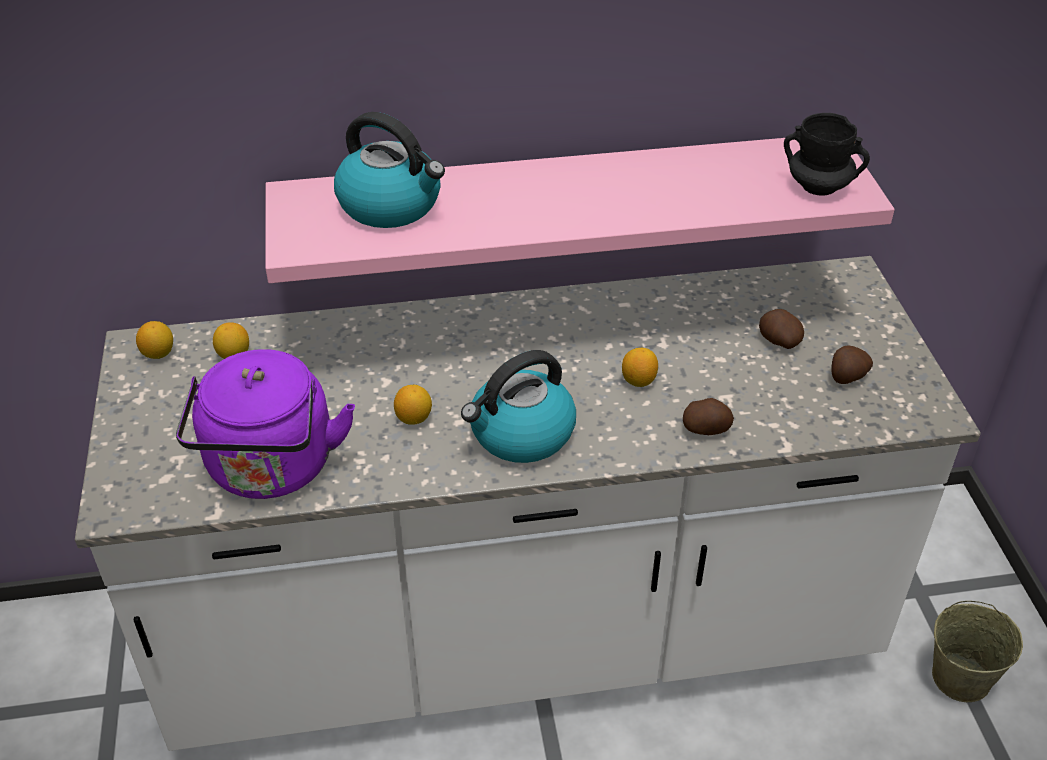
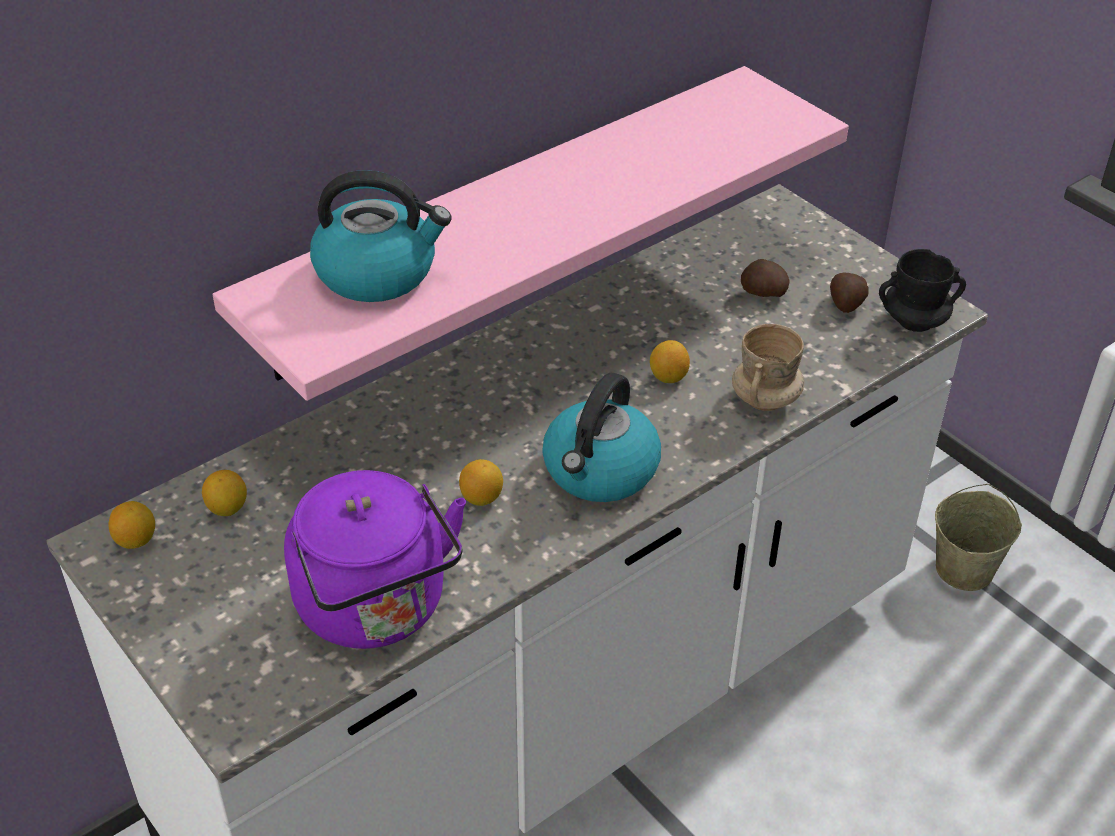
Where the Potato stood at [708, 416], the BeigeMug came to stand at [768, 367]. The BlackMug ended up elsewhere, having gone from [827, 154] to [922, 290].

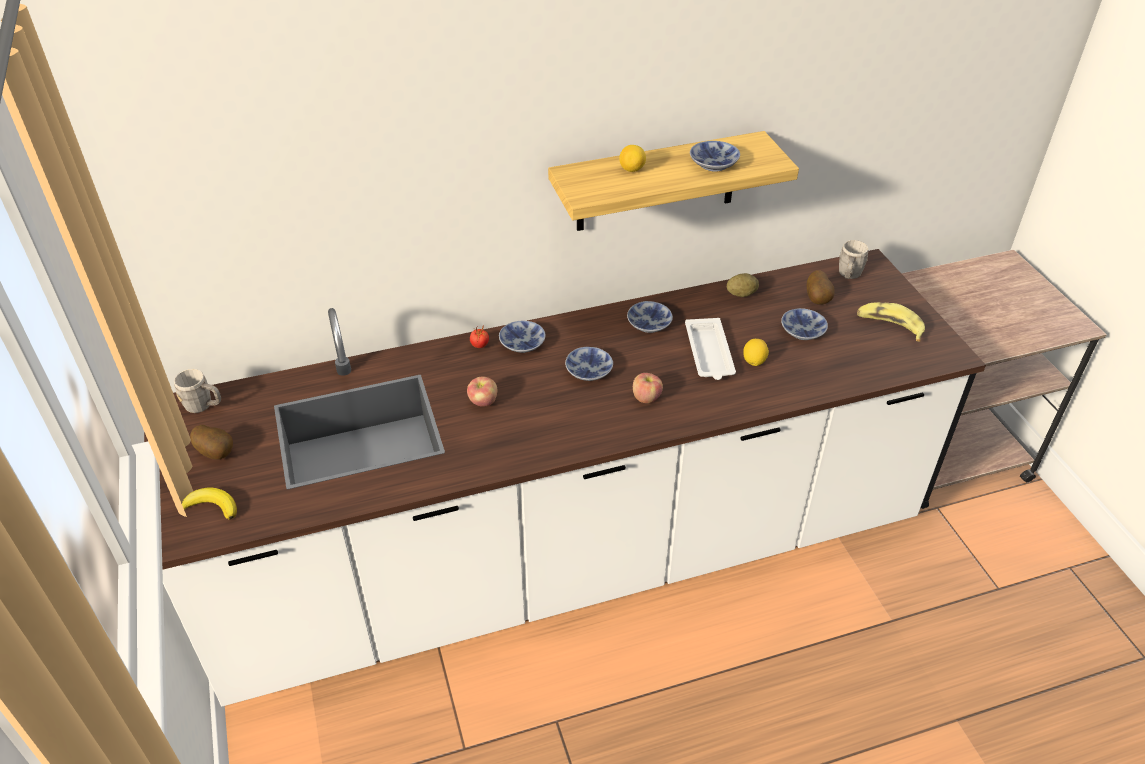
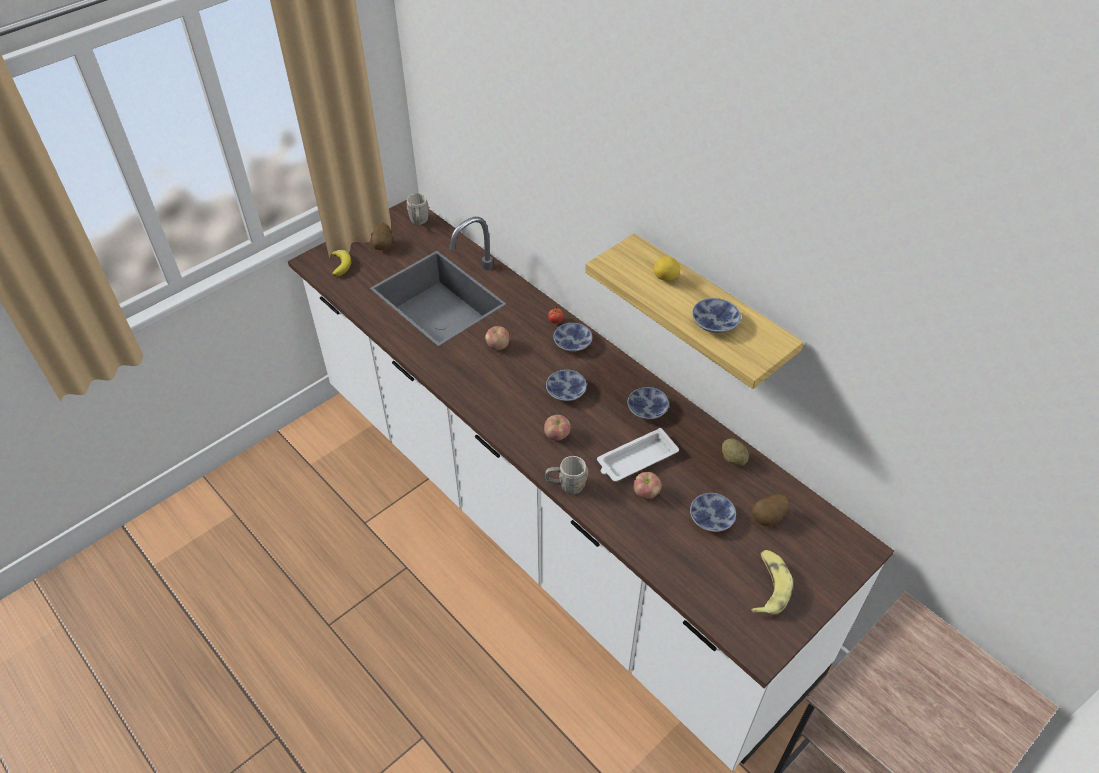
The GreyMug ended up elsewhere, having gone from [853, 259] to [566, 475]. Where the Lemon stood at [756, 352], the Apple came to stand at [647, 485].

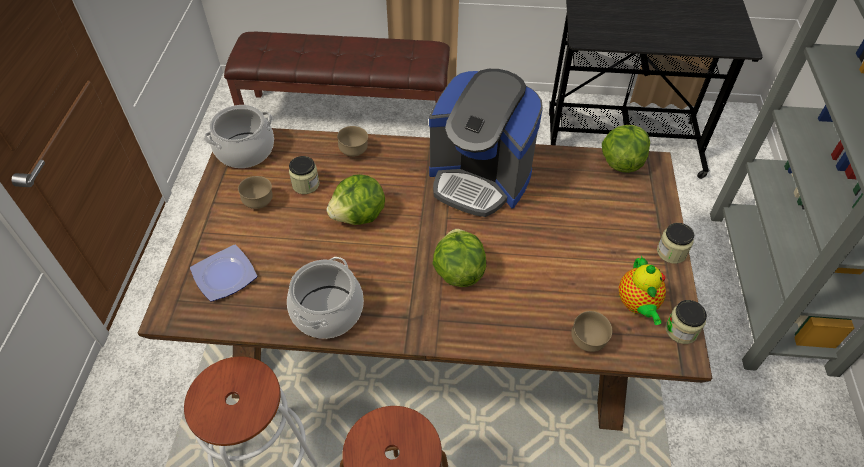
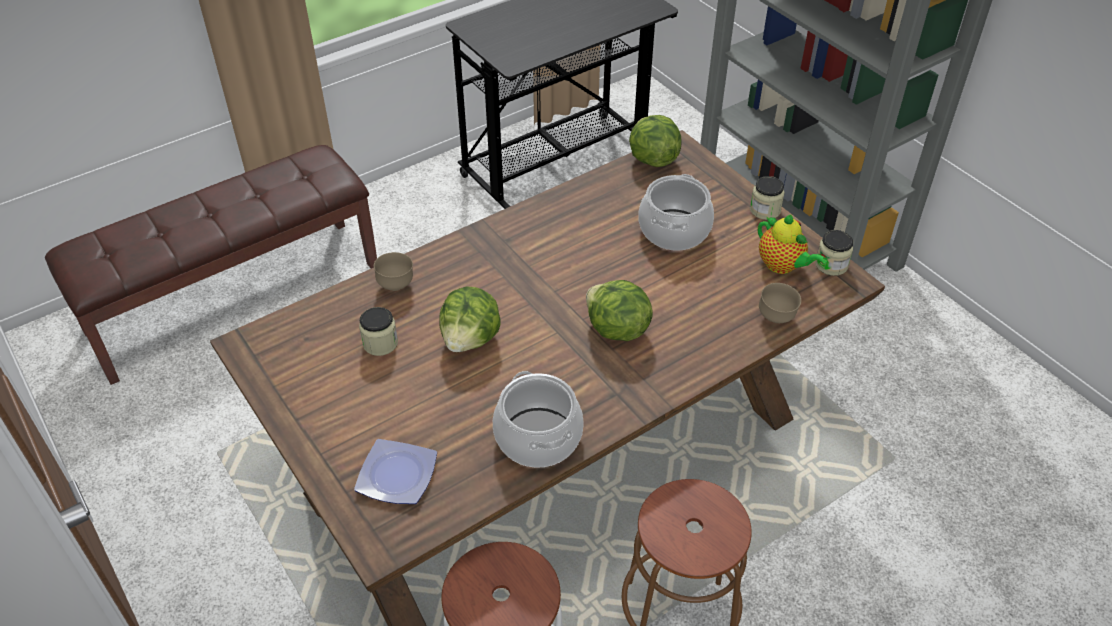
The CookingPot ended up elsewhere, having gone from [239, 136] to [676, 212]. The second view lost the BrownBowl at [255, 192]. The second view lost the CoffeeMachine at [486, 143].

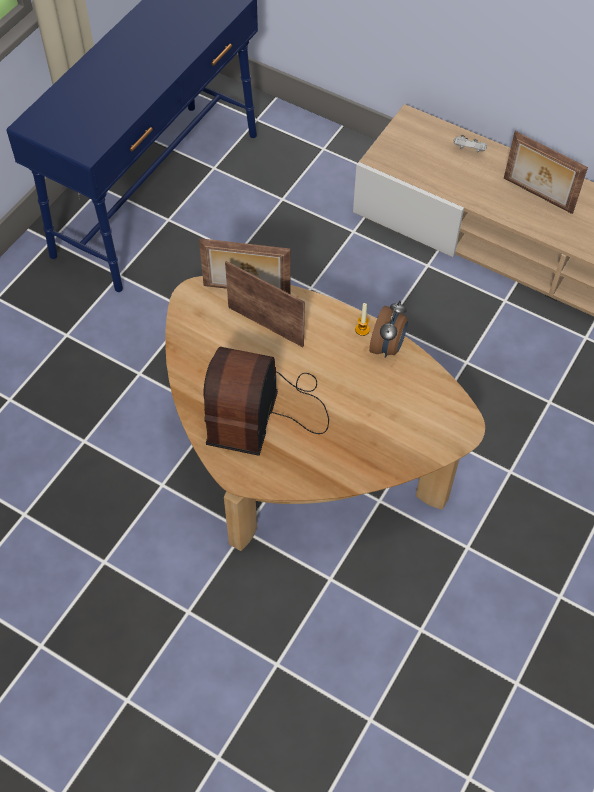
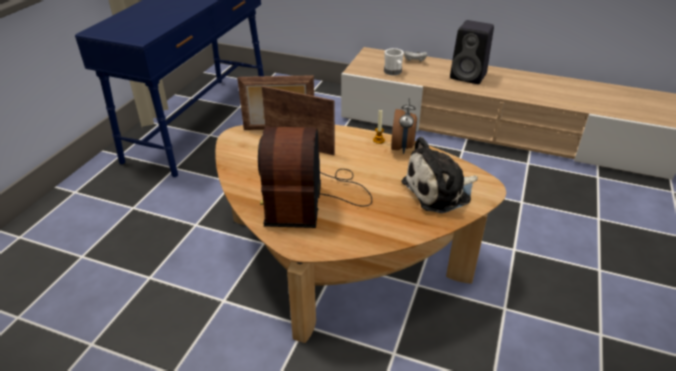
The second view gained the WhiteMug at [394, 62]. The second view gained the PlushToy at [439, 175]. Where the PictureFrame stood at [546, 172], the BlackSpeaker came to stand at [472, 52].

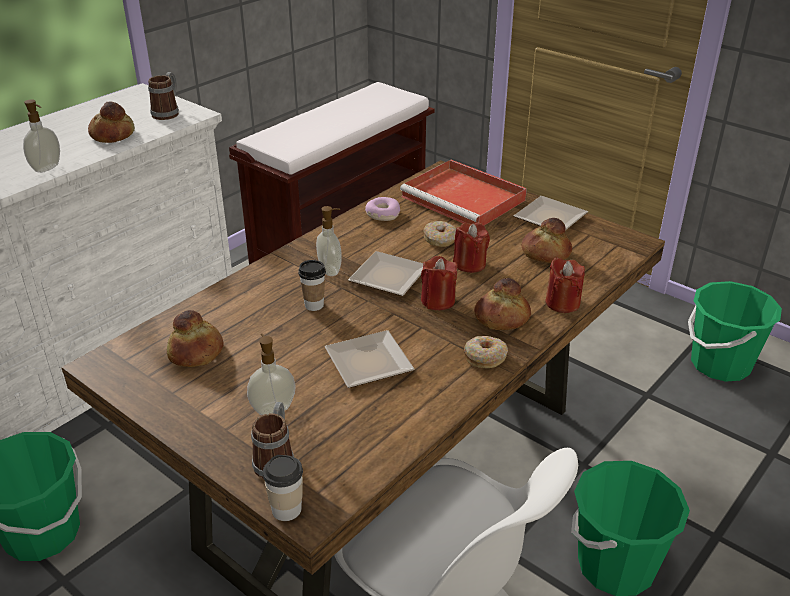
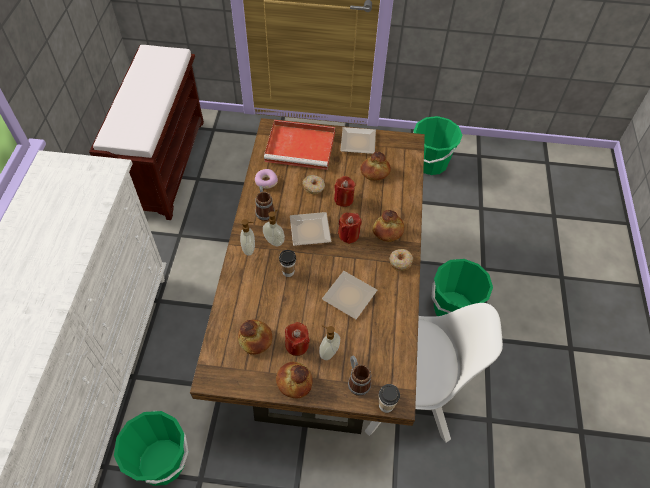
The SoapDispenser ended up elsewhere, having gone from [41, 136] to [247, 237]. The Mug ended up elsewhere, having gone from [163, 96] to [265, 203]. The Bread ended up elsewhere, having gone from [111, 122] to [294, 380]. The RedCandle ended up elsewhere, having gone from [565, 285] to [297, 339].

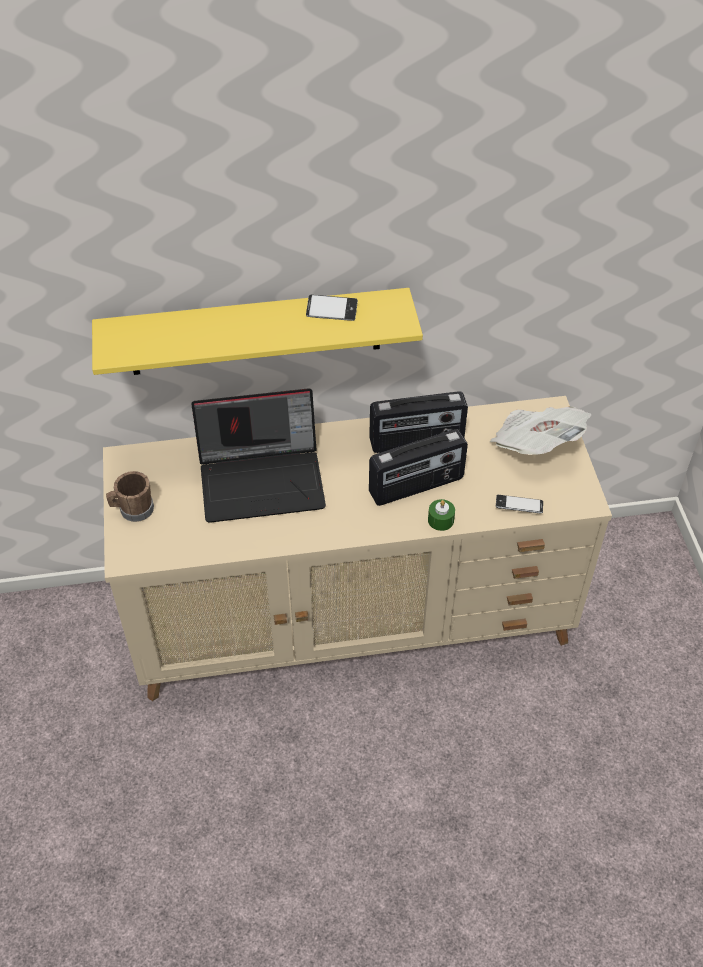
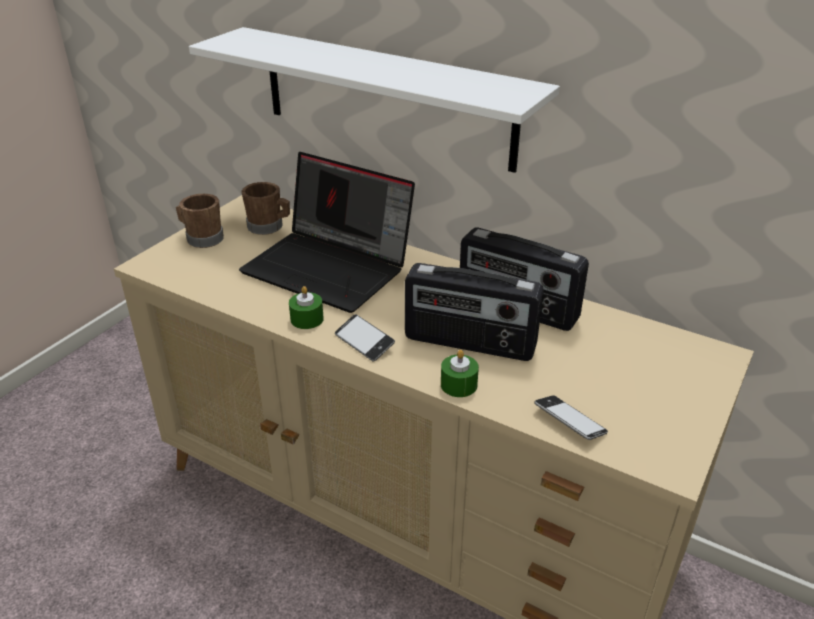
What was the YellowShelf at [257, 331] turned into the WhiteShelf at [374, 100]. The second view gained the BrownMug at [265, 208]. The second view gained the GreenCandle at [306, 307]. The Phone ended up elsewhere, having gone from [332, 308] to [365, 337]. The second view lost the Newspaper at [540, 431].

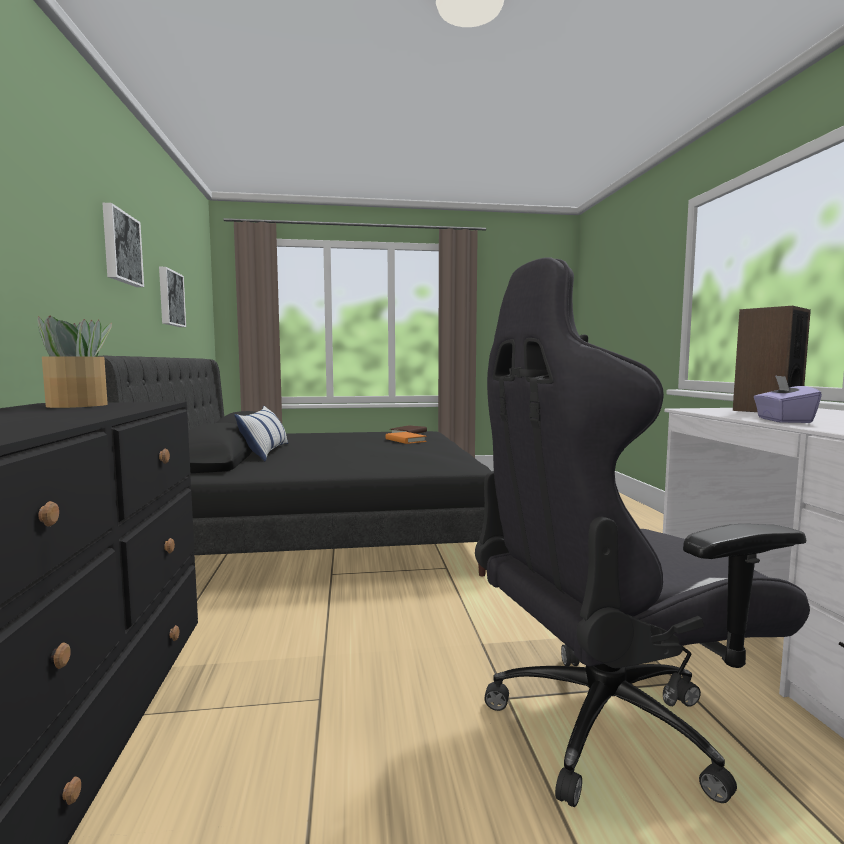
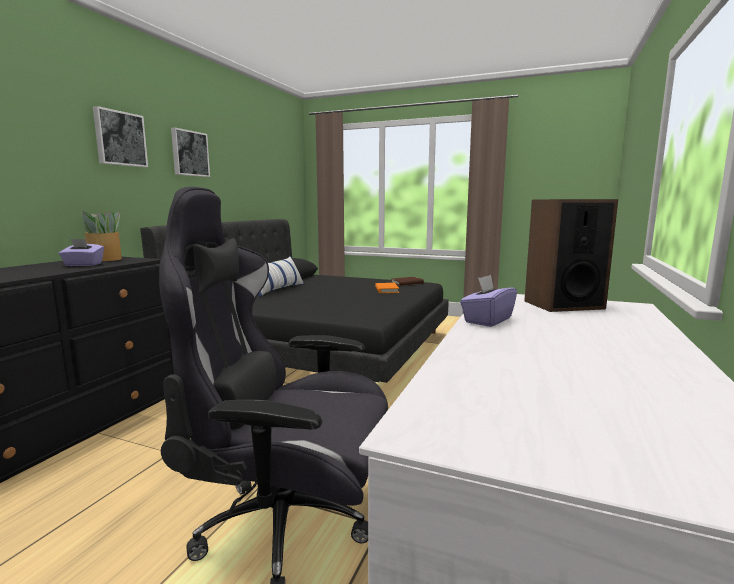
The second view gained the PurpleTissueBox at [81, 252]. The Picture ended up elsewhere, having gone from [172, 297] to [120, 136].

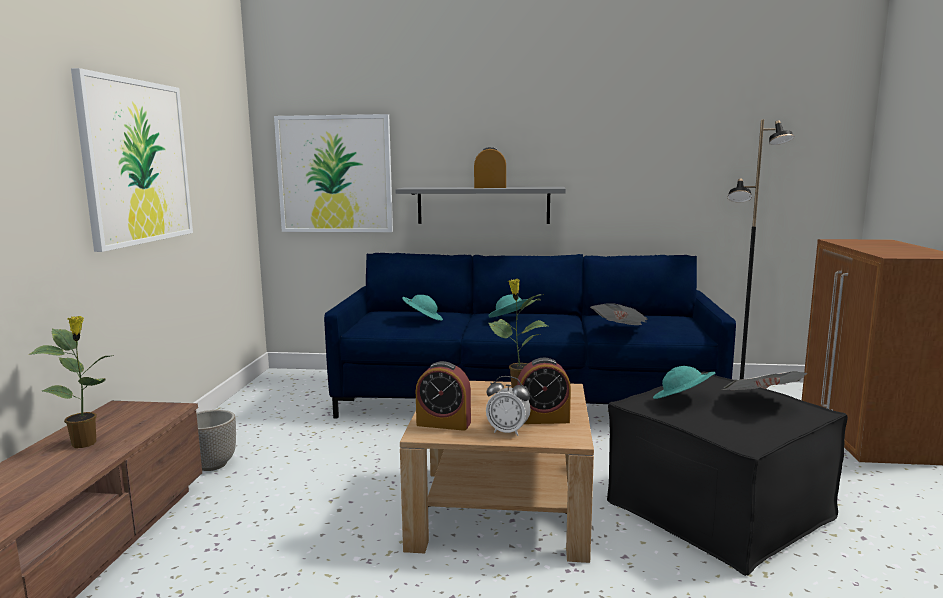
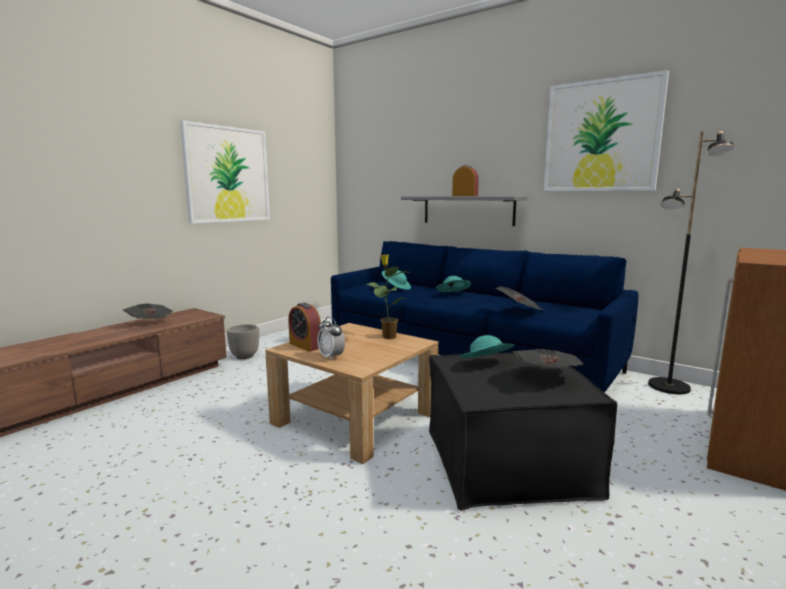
Where the PottedPlant stood at [71, 382], the Newspaper came to stand at [148, 311]. The Picture ended up elsewhere, having gone from [333, 173] to [606, 130]. The second view lost the AlarmClock at [544, 391].

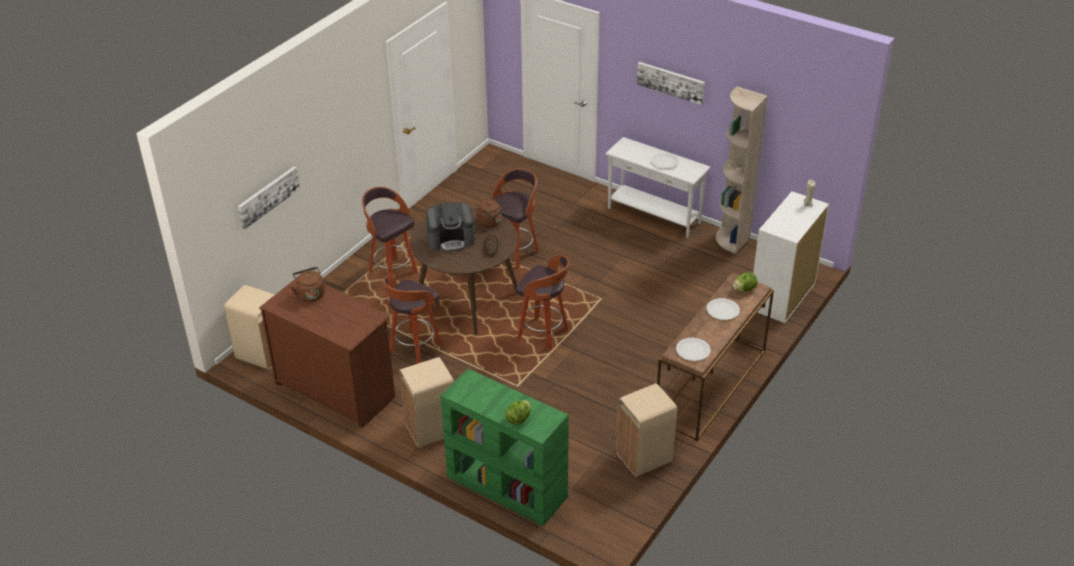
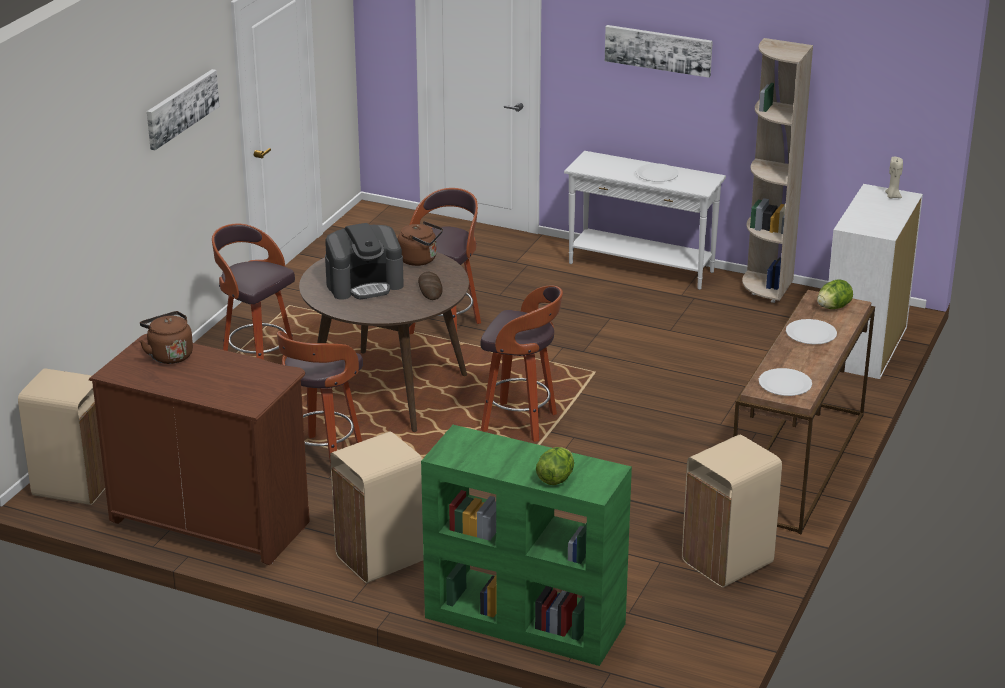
The Picture ended up elsewhere, having gone from [269, 197] to [183, 109].

